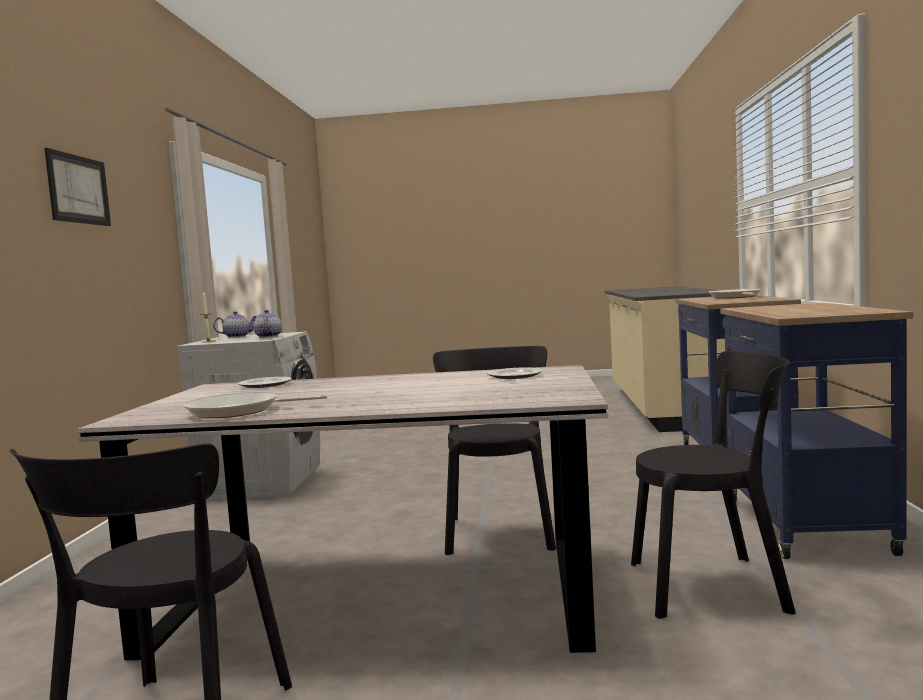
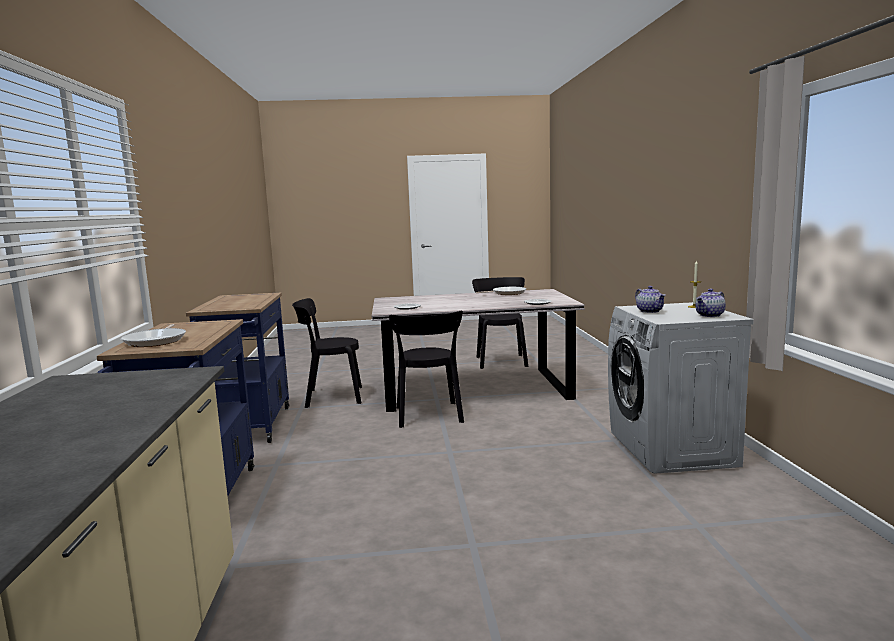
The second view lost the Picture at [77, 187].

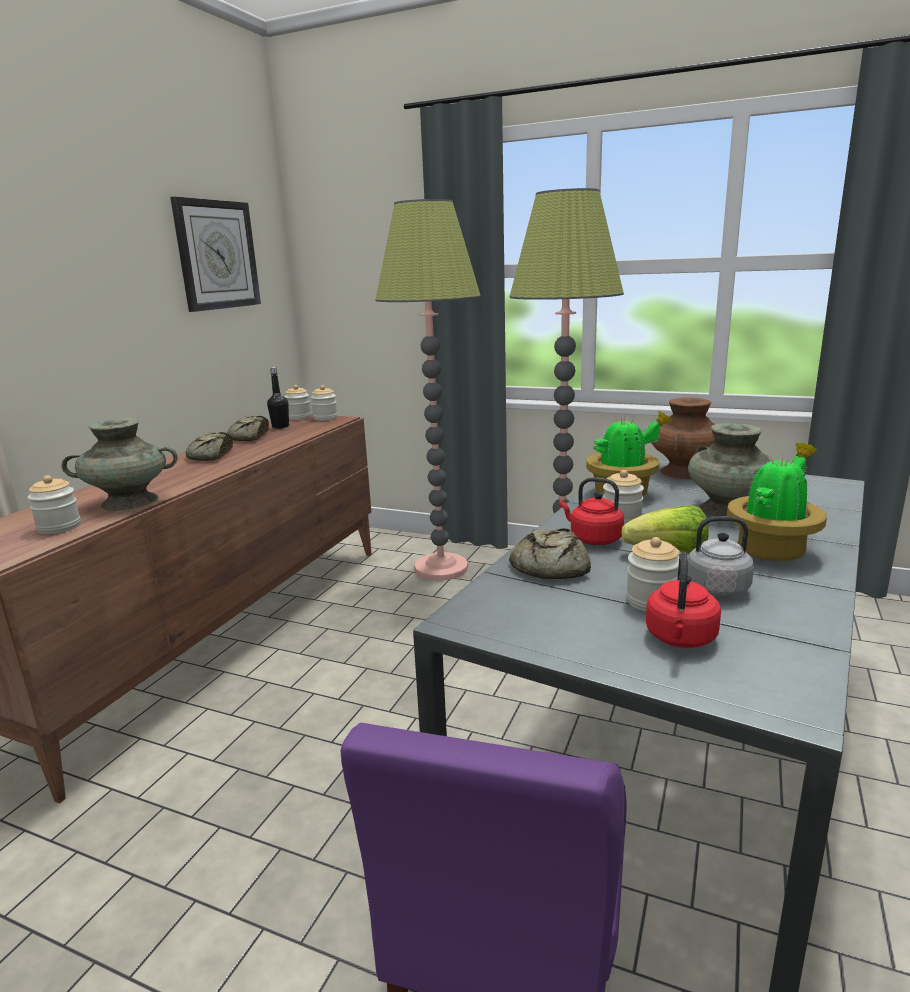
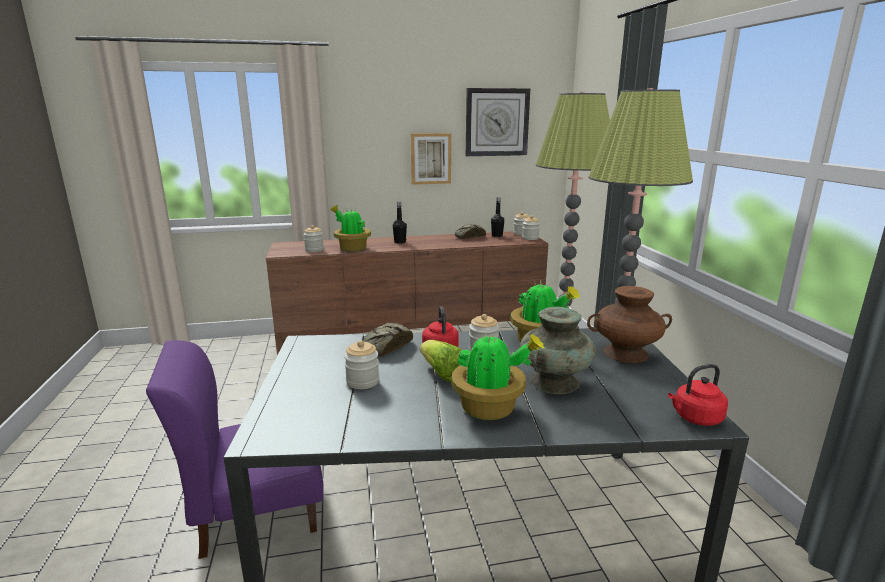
Where the TurquoiseVase stood at [120, 464], the PottedPlant came to stand at [351, 228]. The second view gained the BlackBottle at [400, 223]. The second view gained the Picture at [431, 159]. The RedKettle ended up elsewhere, having gone from [683, 600] to [698, 395]. The second view lost the Bread at [209, 446]. The second view lost the GreyKettle at [716, 556].

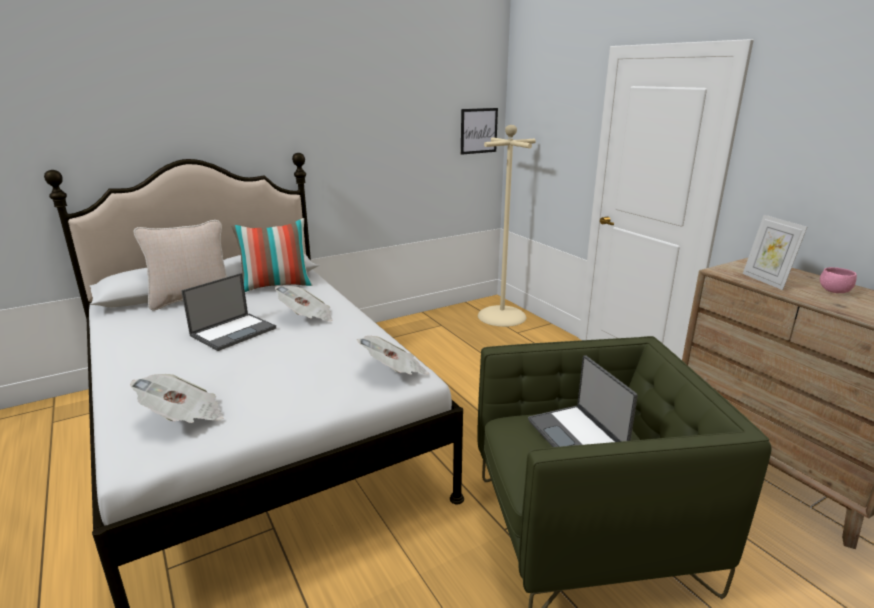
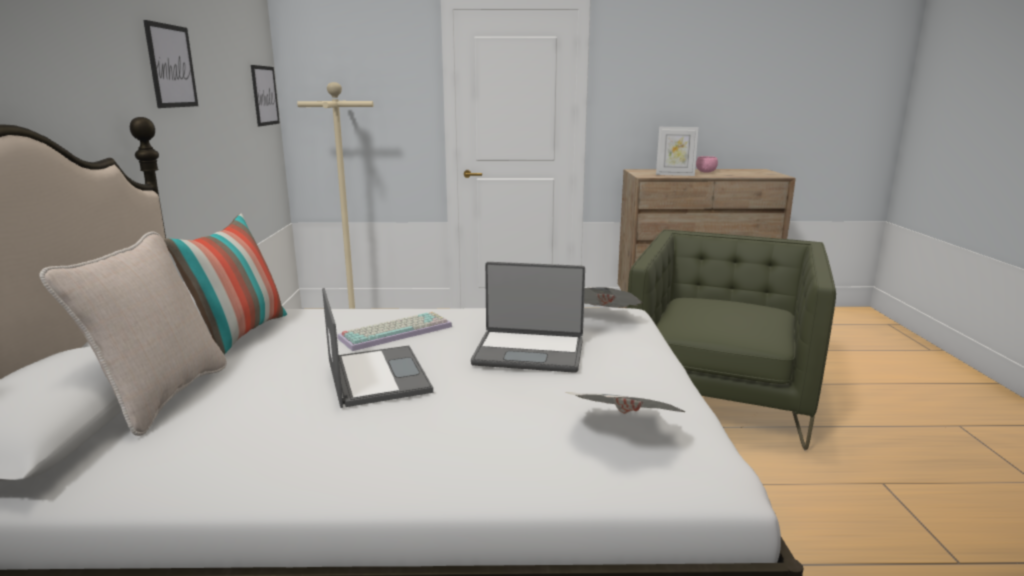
The second view gained the Picture at [170, 64]. Where the Newspaper stood at [304, 303], the Keyboard came to stand at [394, 331]. The Laptop ended up elsewhere, having gone from [583, 401] to [528, 317].

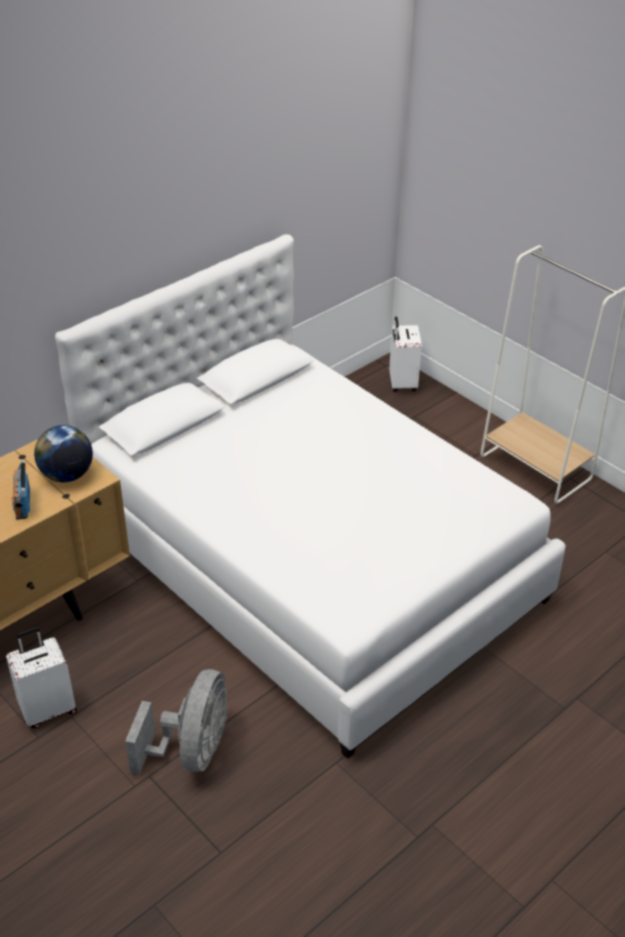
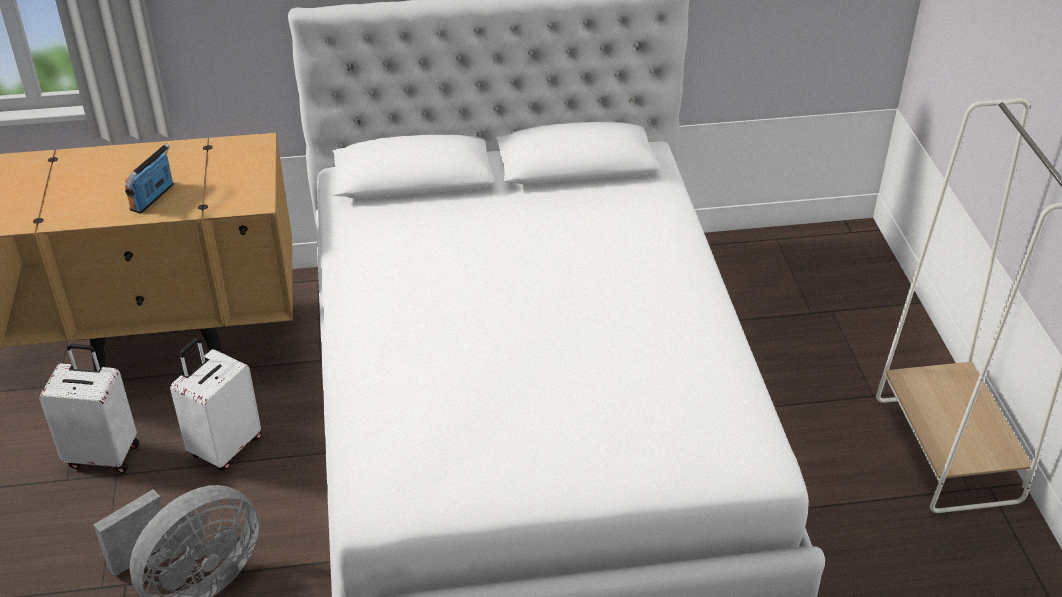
The WhiteSuitcase ended up elsewhere, having gone from [405, 354] to [215, 404]. The second view lost the Globe at [63, 453].

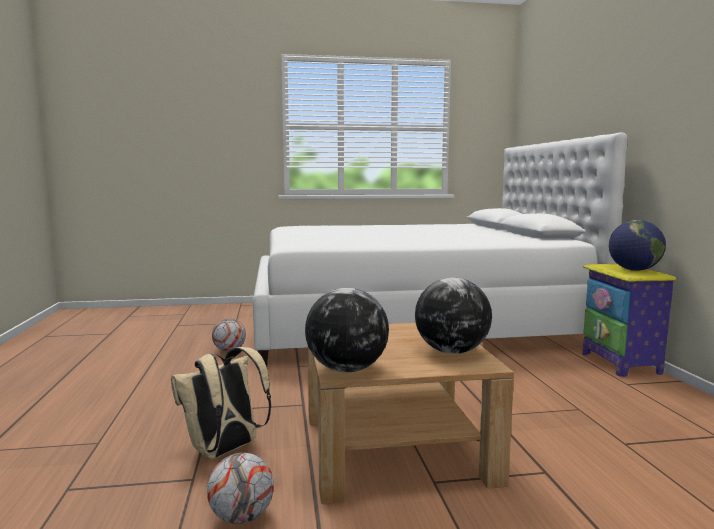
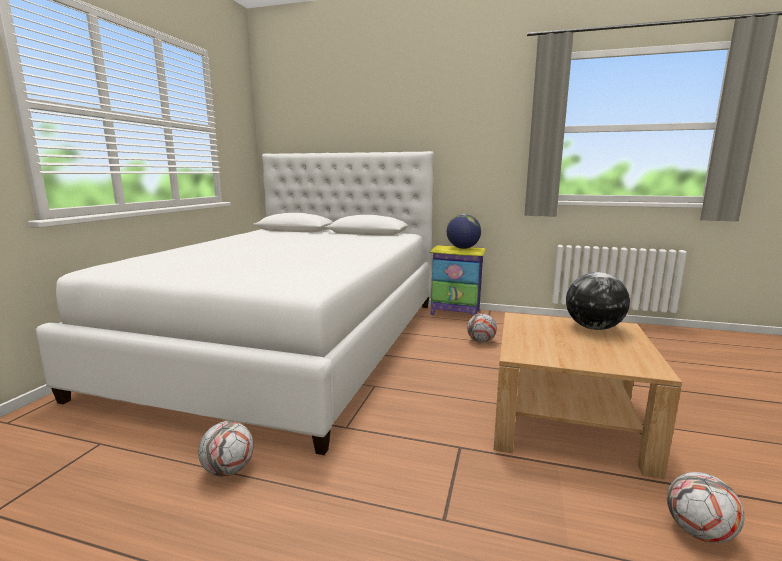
The second view gained the Football at [482, 328]. The second view lost the BeigeBackpack at [221, 402]. The second view lost the Globe at [347, 330].

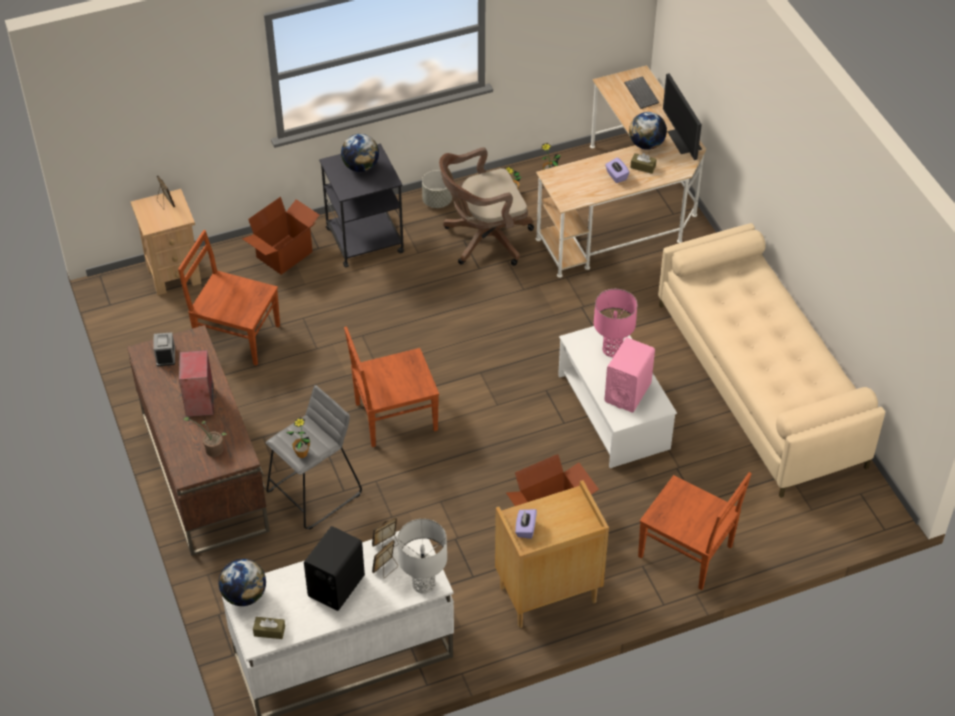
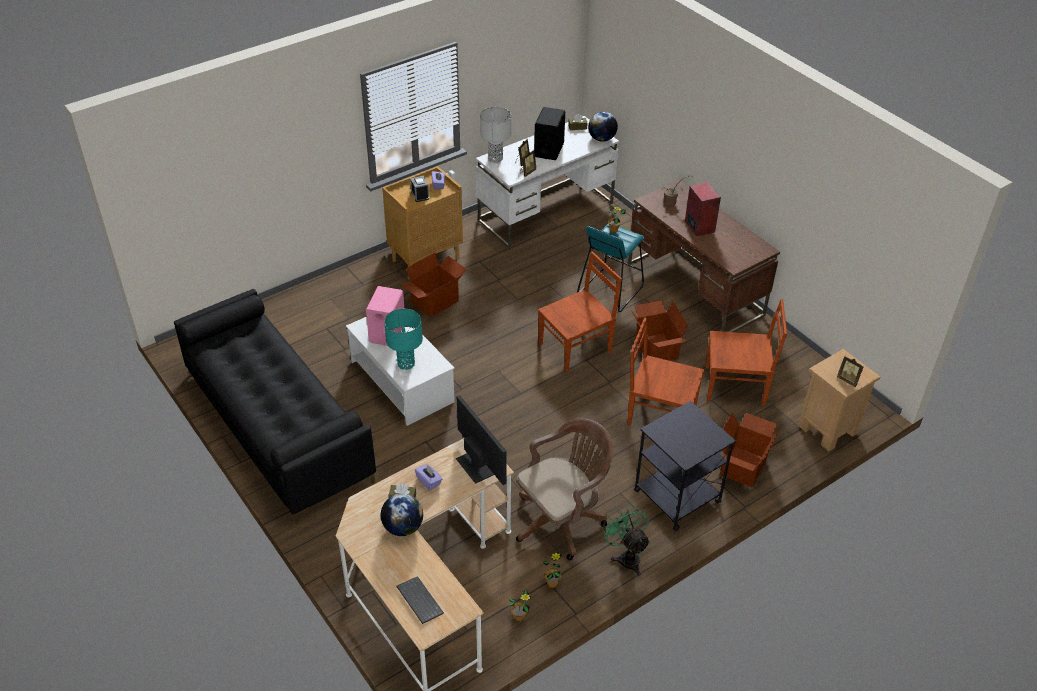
What was the BeigeSofa at [771, 360] turned into the BlackSofa at [275, 406]. What was the PinkTableLamp at [615, 323] turned into the TurquoiseTableLamp at [403, 339]. The AlarmClock ended up elsewhere, having gone from [164, 349] to [419, 189]. The Monitor ended up elsewhere, having gone from [682, 116] to [481, 440]. What was the GreyStool at [314, 457] turned into the TurquoiseStool at [610, 267]. Where the GreyPlanter stood at [437, 189], the GreenFan came to stand at [626, 540]. The BrownChair ended up elsewhere, having gone from [695, 531] to [665, 372]. The second view gained the CardboardBox at [659, 330]. The second view lost the Globe at [360, 153].

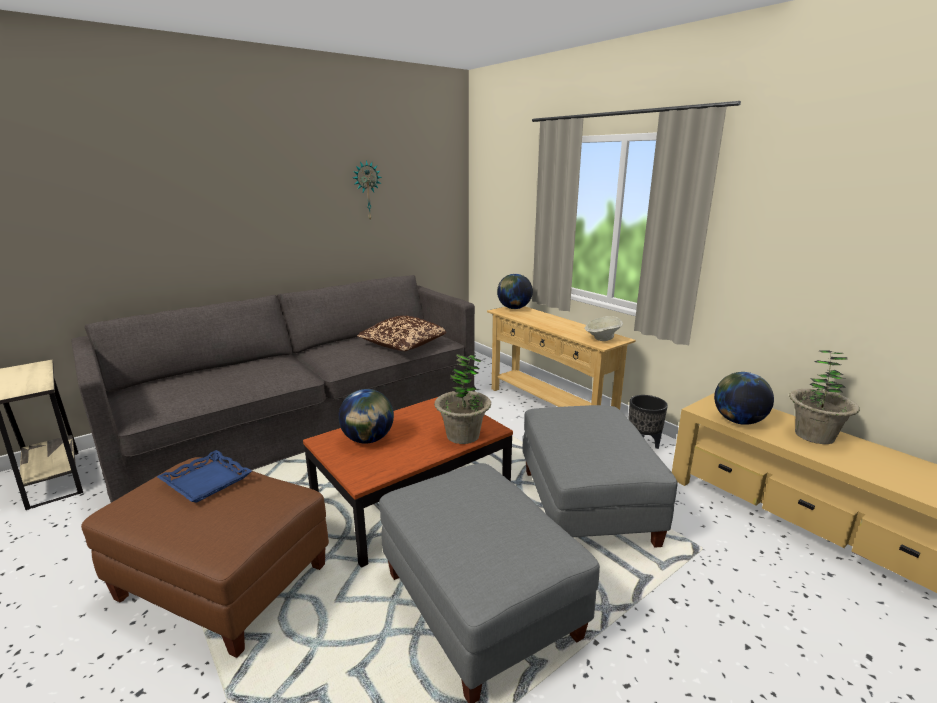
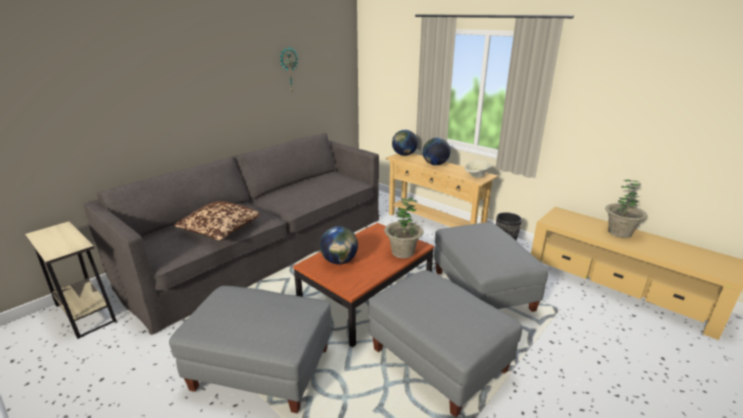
What was the BrownOttoman at [205, 557] turned into the GreyOttoman at [250, 350]. The BrownPillow ended up elsewhere, having gone from [401, 333] to [217, 221]. The Globe ended up elsewhere, having gone from [744, 398] to [436, 151]. The second view lost the BlueTray at [204, 476].

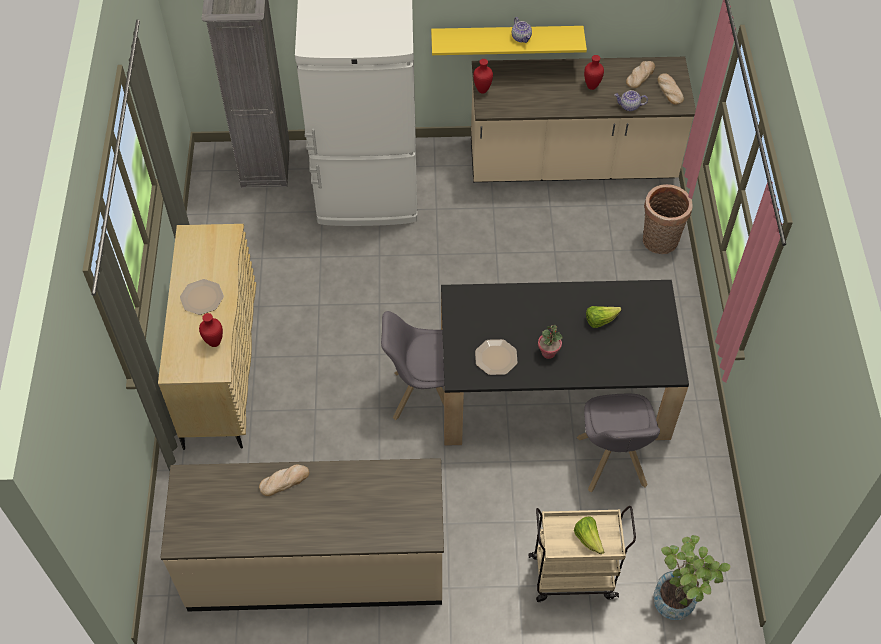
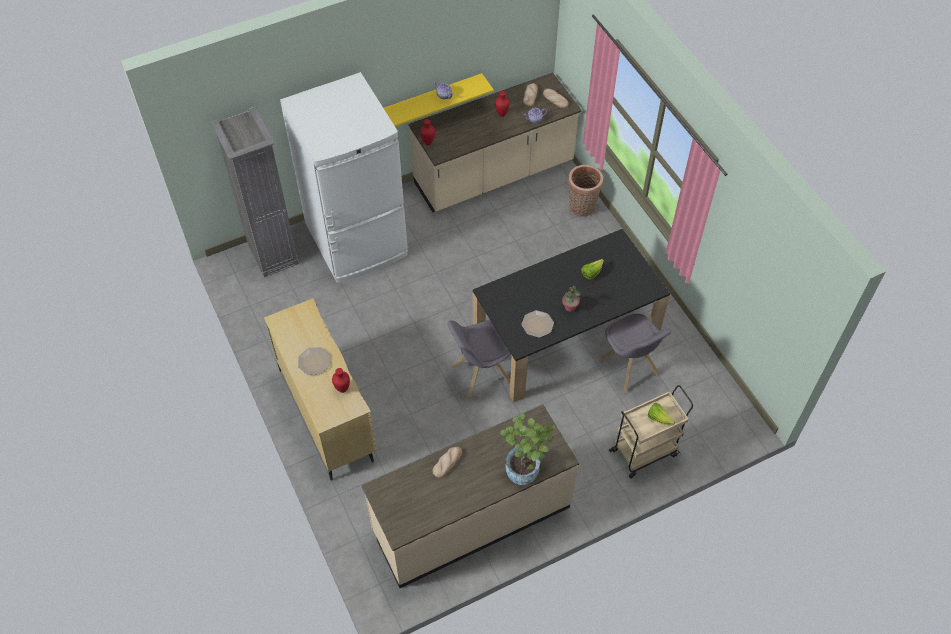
The PottedPlant ended up elsewhere, having gone from [692, 577] to [527, 449].

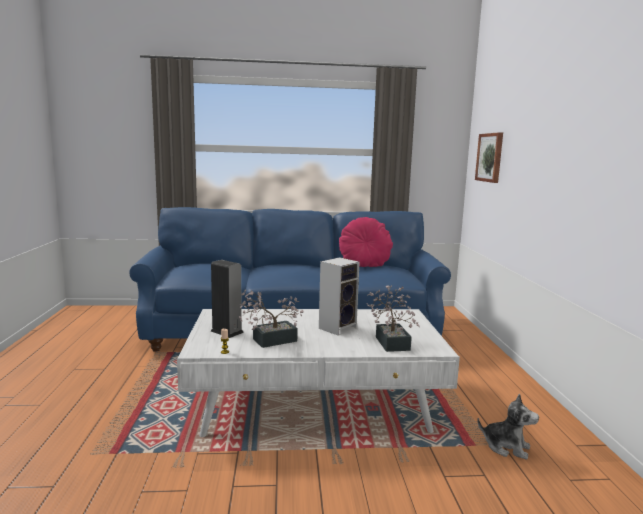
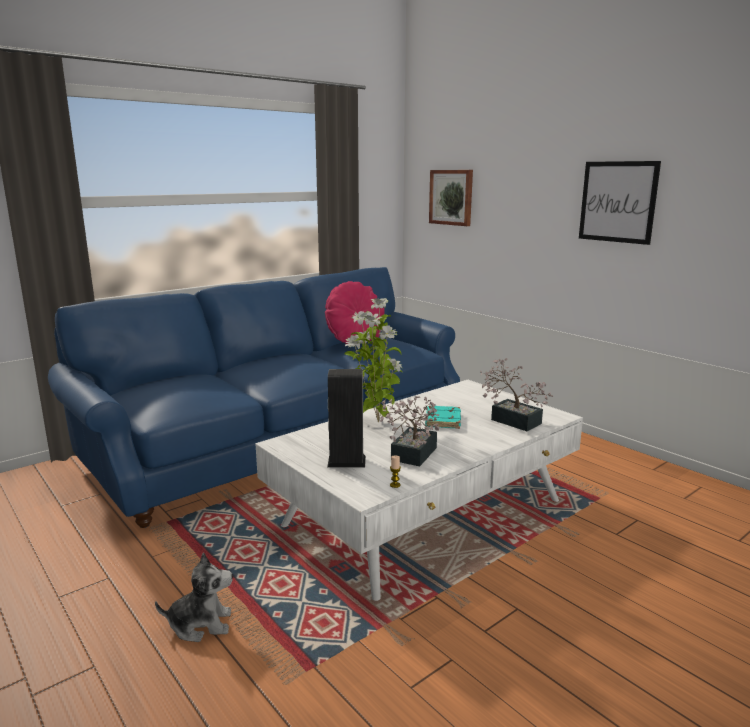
The PlushToy ended up elsewhere, having gone from [508, 427] to [194, 597]. The second view gained the PottedPlant at [373, 360]. Where the Speaker stood at [339, 296], the TurquoiseBook came to stand at [443, 417]. The second view gained the Picture at [620, 203].

